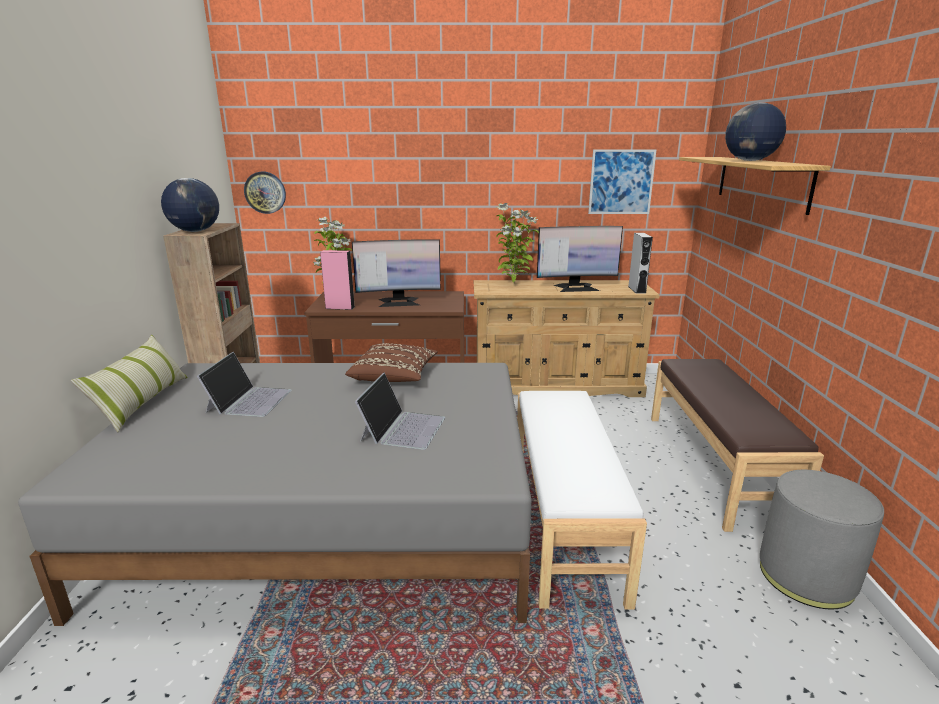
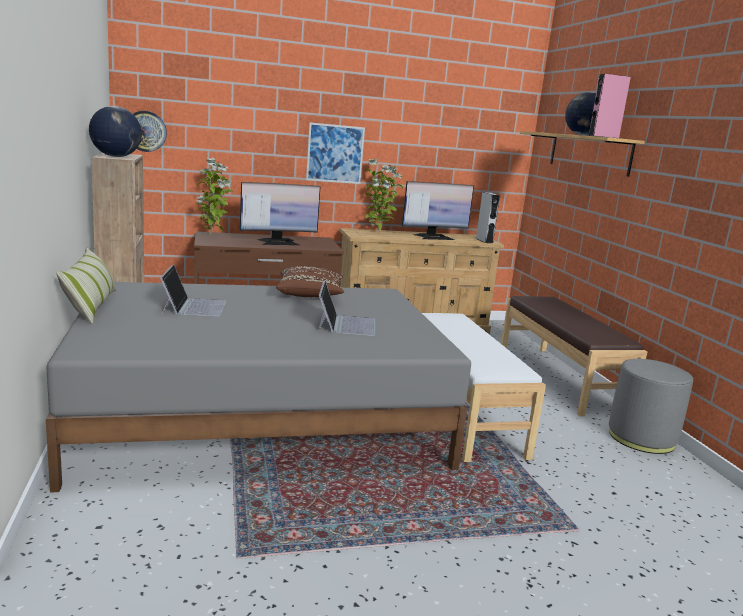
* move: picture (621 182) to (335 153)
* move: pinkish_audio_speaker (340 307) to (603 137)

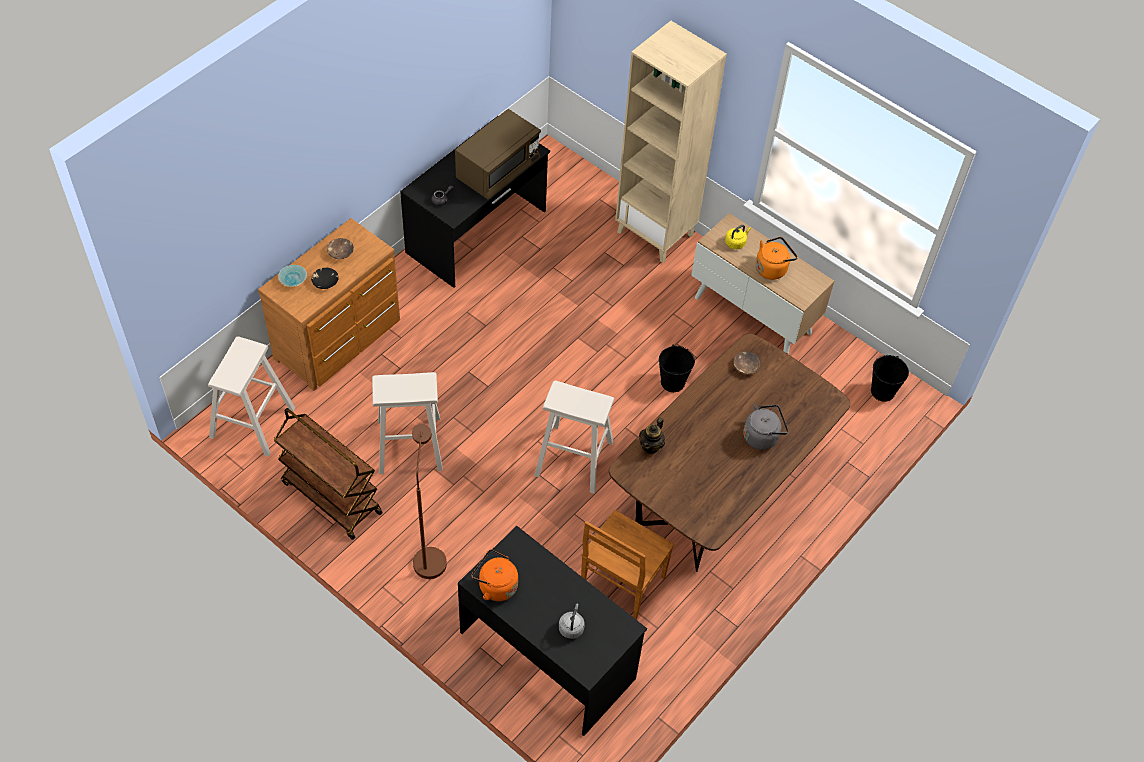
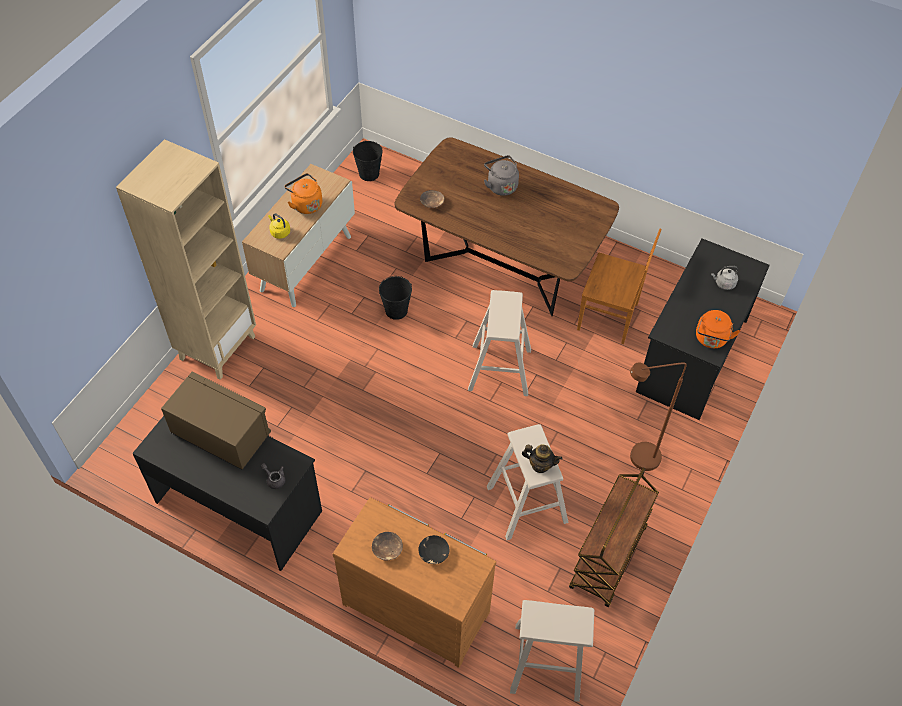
* move: teapot (651 446) to (540 465)
* delete: blue-green_deep_dish (292 280)

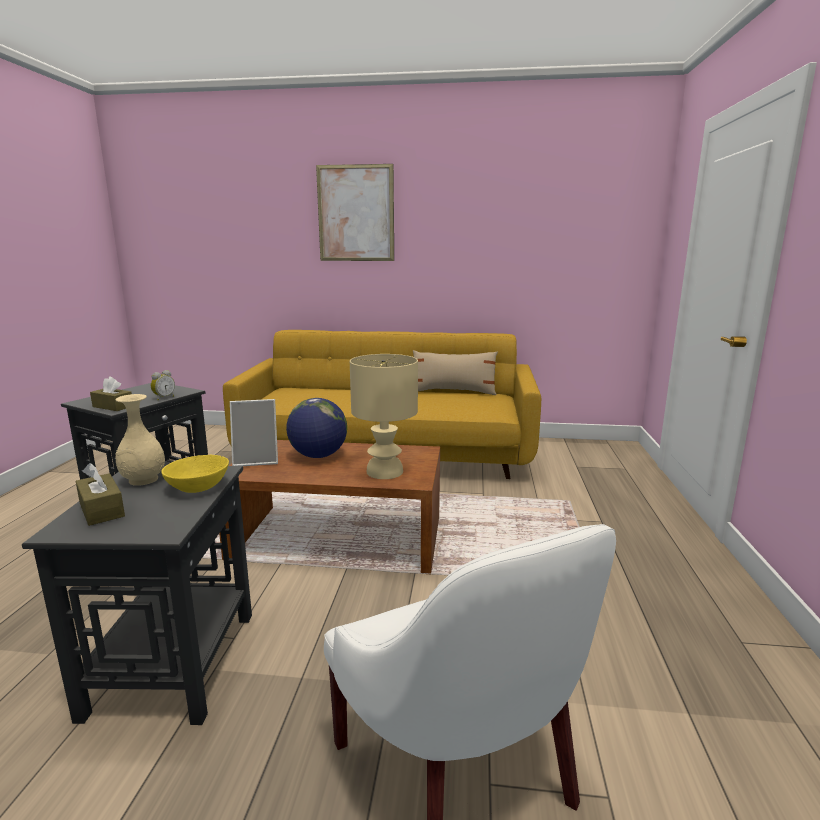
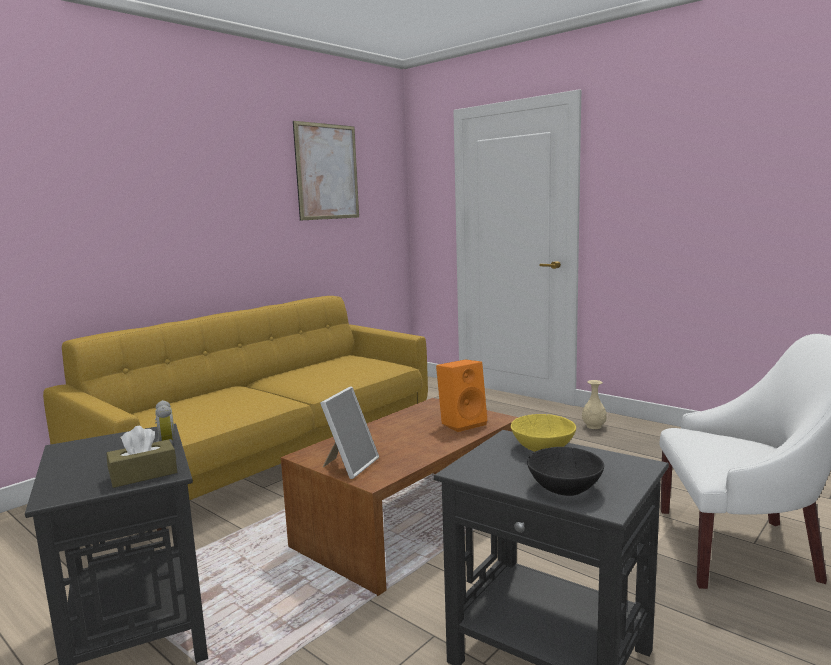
* move: picture (356 213) to (327 172)
* replace: beige_table_lamp (385 472) to orangey_audio_speaker (462 423)
* replace: brownish_tissue_holder (101 510) to blackish_deep_dish (565 487)
* move: beige_flower_vase (143 479) to (593 426)
* delete: globe (318 456)
* delete: beige_cushion (453 392)

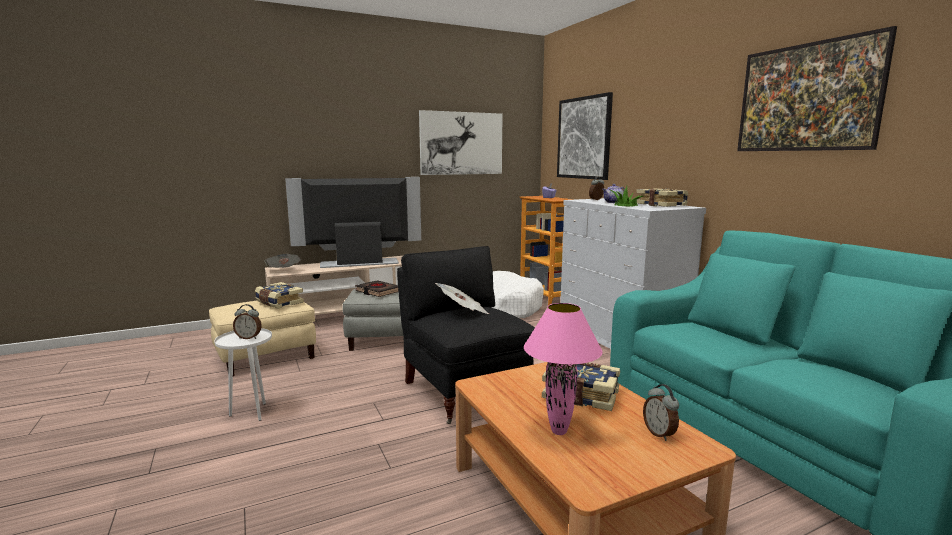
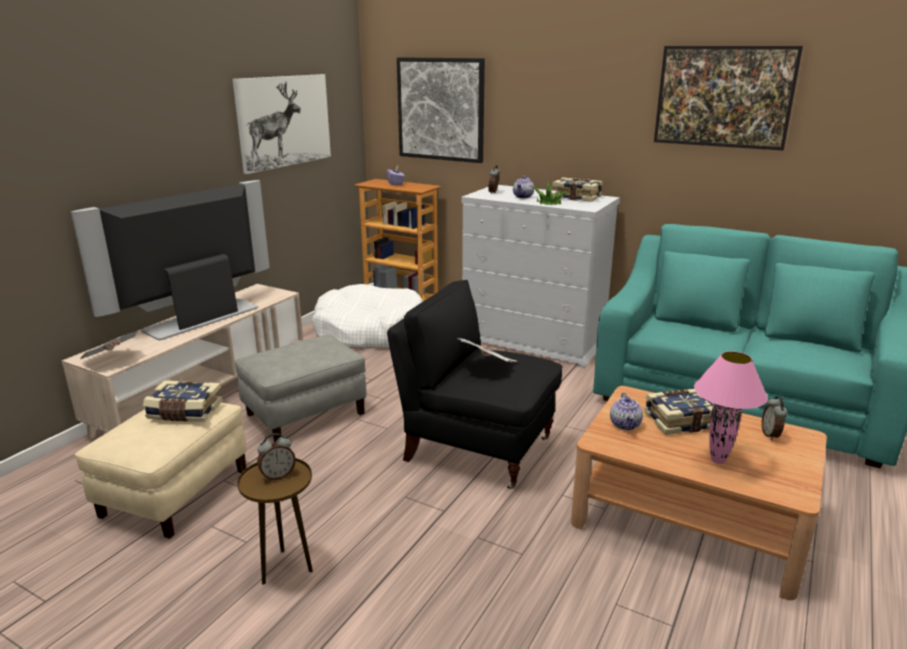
* recolor: whitish_accent_table (251 413) to brownish_accent_table (285 568)
* insert: teapot (625 425)
* rotate: alarm_clock (659 433) = (771 435) 60 degrees clockwise
* delete: blackish_volume (378 291)

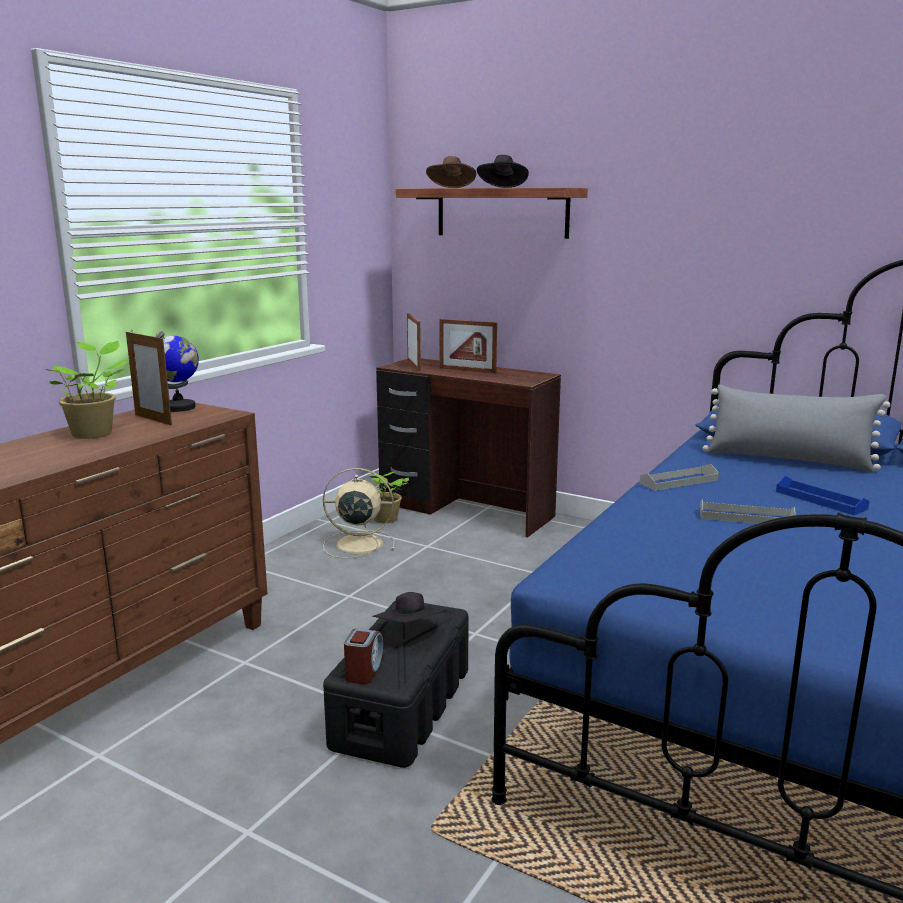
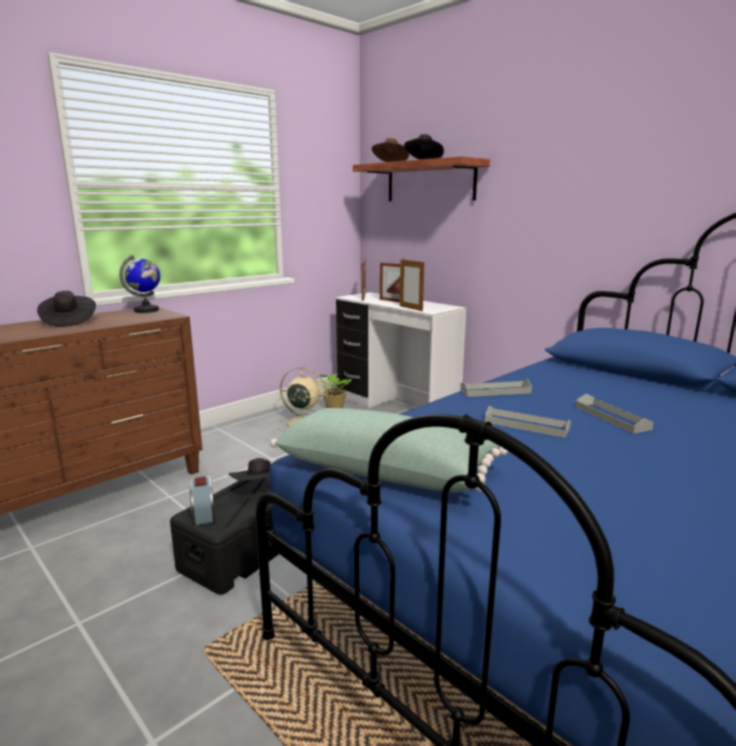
* replace: houseplant (94 433) to blackish_wearable_hat (68 322)
* rotate: alarm_clock (364 670) = (203 513) 135 degrees clockwise
* insert: green_cushion (387 470)
* recolor: brownish_desk_unit (465 511) to whitish_desk_unit (395 408)
* move: photo_frame (153 420) to (411 308)
* recolor: blue-coloured_tray (820 500) to gray_tray (611 417)
* delete: gray_cushion (788 460)

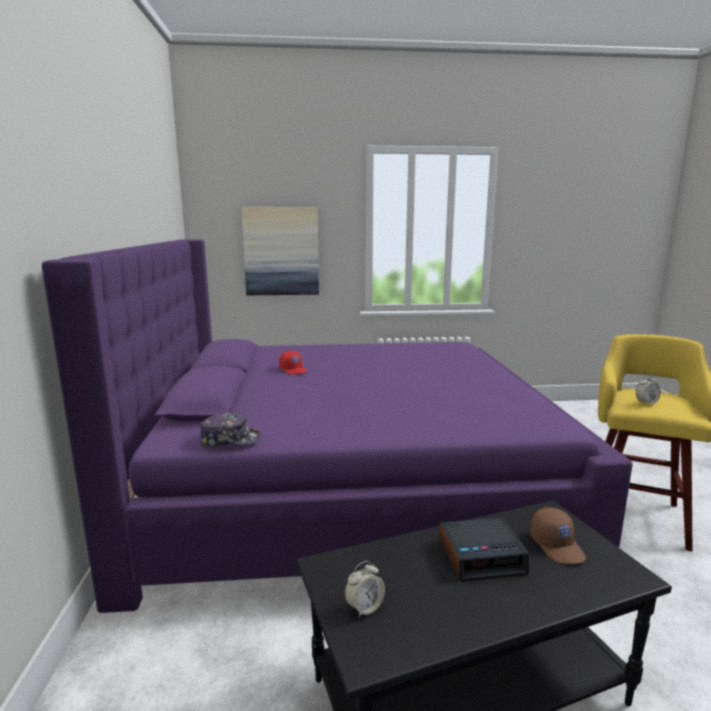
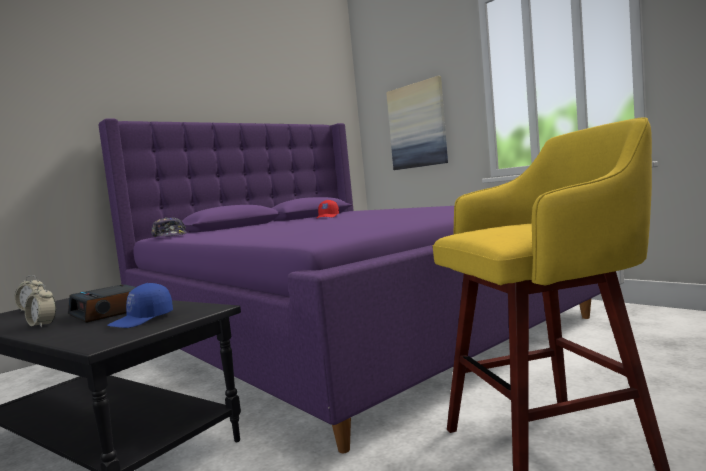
* move: alarm_clock (646 402) to (42 325)
* recolor: brownish_baseball_cap (557 546) to blue-coloured_baseball_cap (142 320)

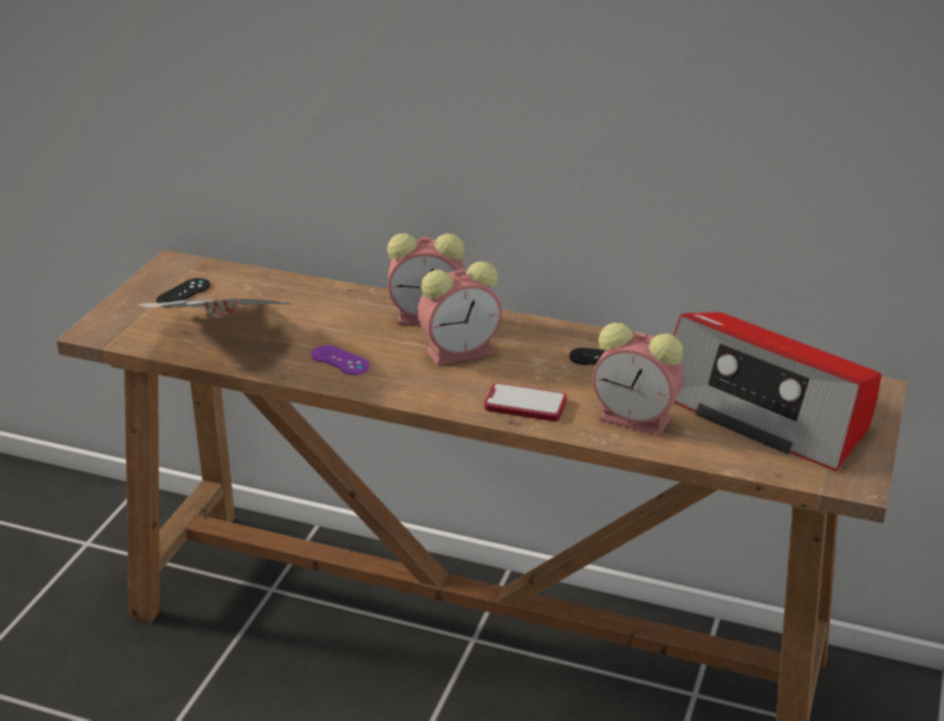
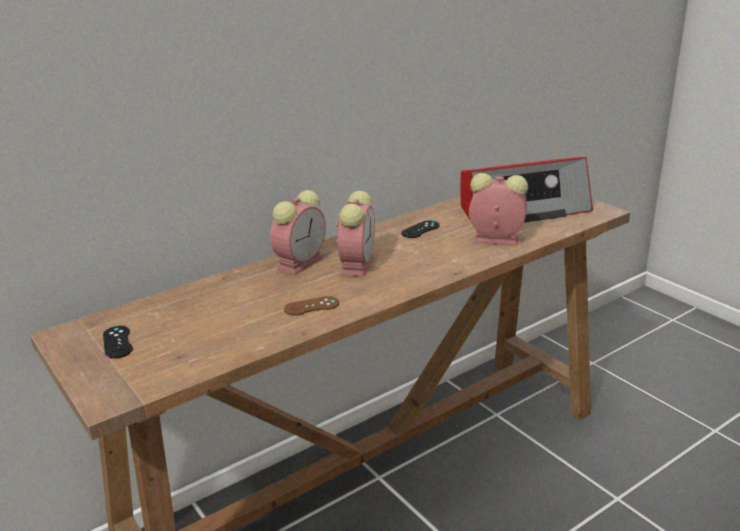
* recolor: purplish_game_controller (340 360) to brownish_game_controller (311 306)
* rotate: alarm_clock (638 419) = (494 239) 135 degrees counterclockwise
* delete: daily_paper (223 338)
* delete: handset (525 405)

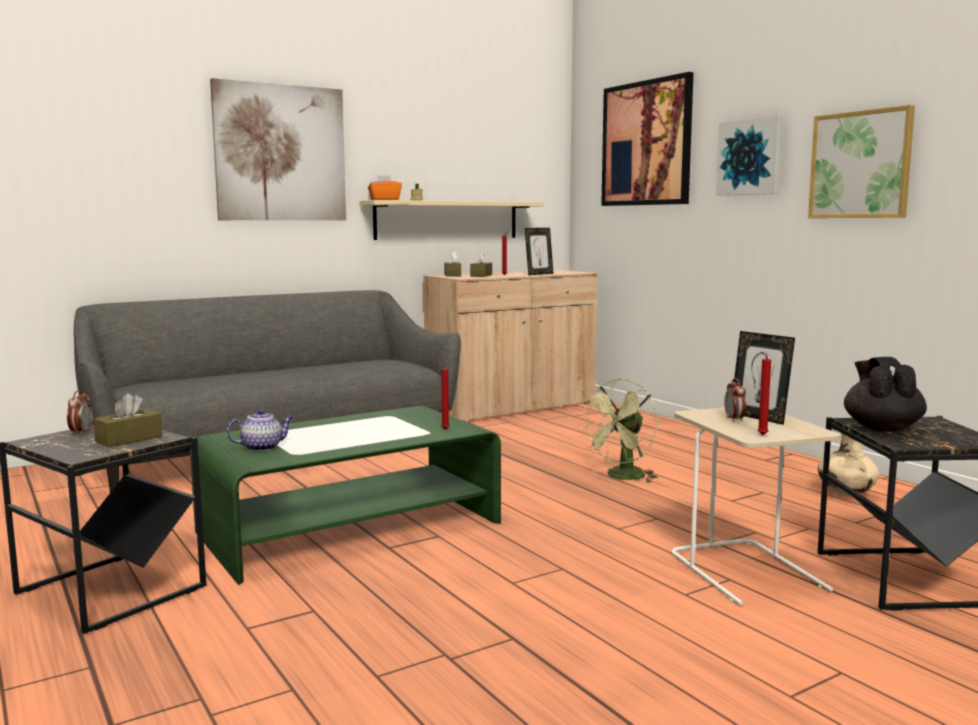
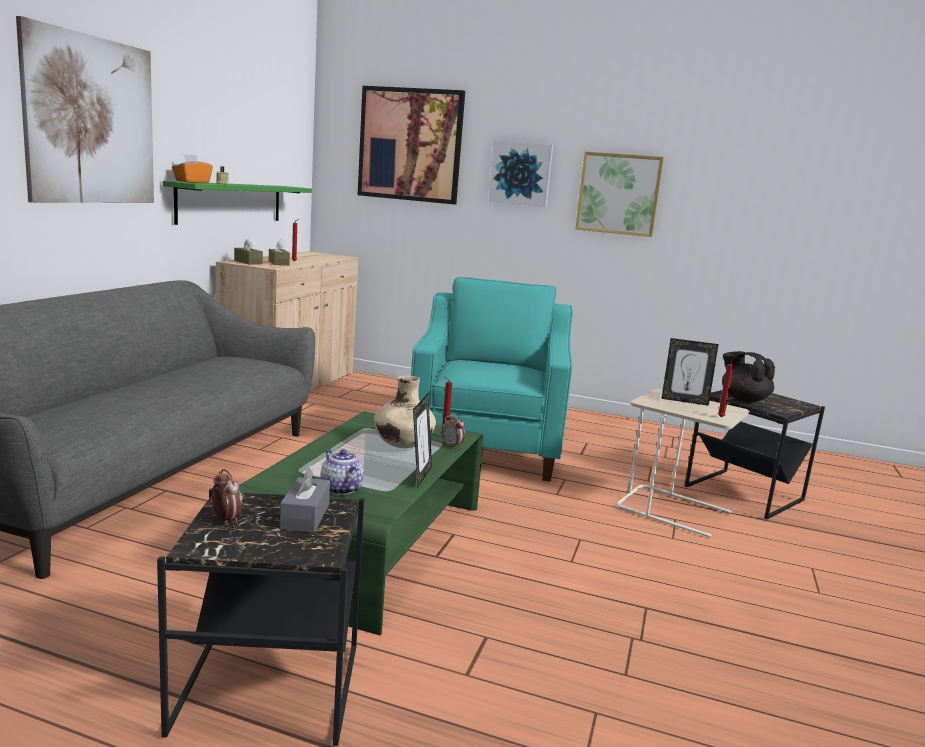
* recolor: beige_wall_shelf (447 220) to green_wall_shelf (231 203)
* recolor: brownish_tissue_holder (129 439) to gray_tissue_holder (305 516)
* rotate: teapot (262 447) = (340 488) 60 degrees counterclockwise
* move: beige_flower_vase (845 494) to (403 446)
* replace: green_electric_fan (622 477) to blue-green_easy_chair (487 447)
* move: photo_frame (539 274) to (420 476)
* move: alarm_clock (734 420) to (452 446)

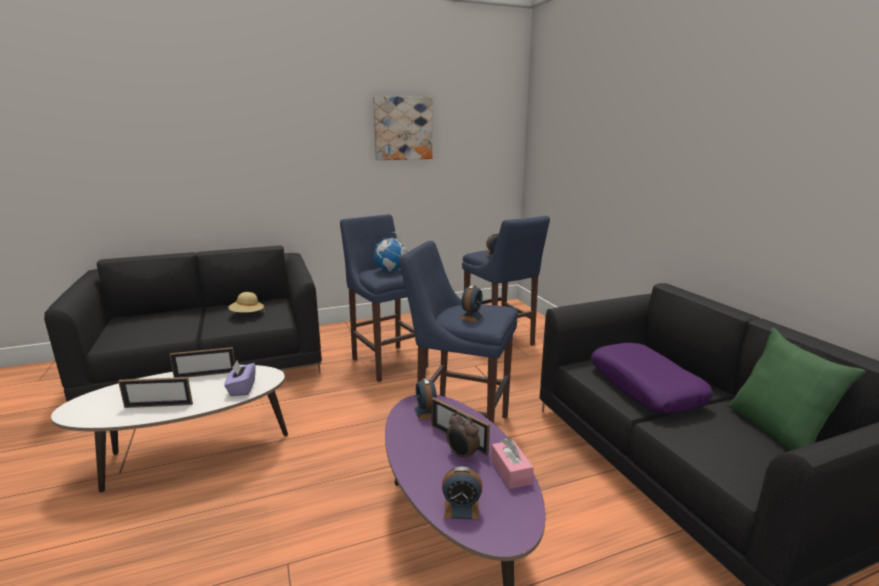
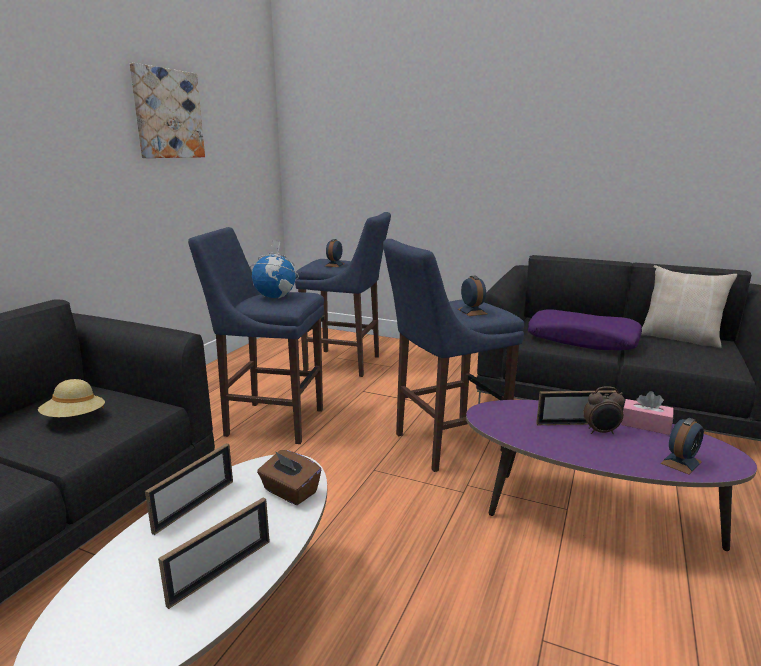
* recolor: purplish_tissue_holder (242 388) to brownish_tissue_holder (290 492)
* recolor: green_cushion (777 431) to beige_cushion (680 338)
* delete: alarm_clock (426 412)

